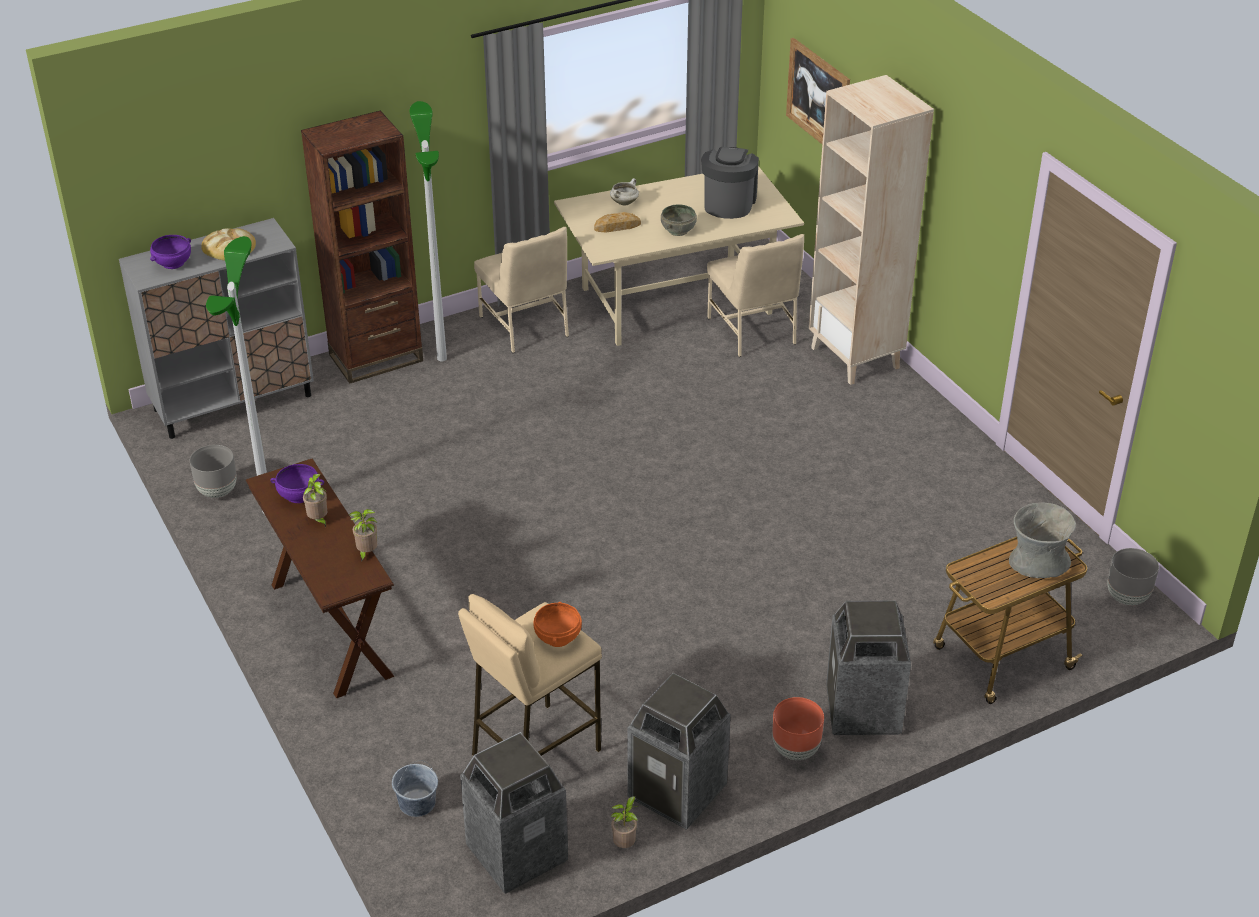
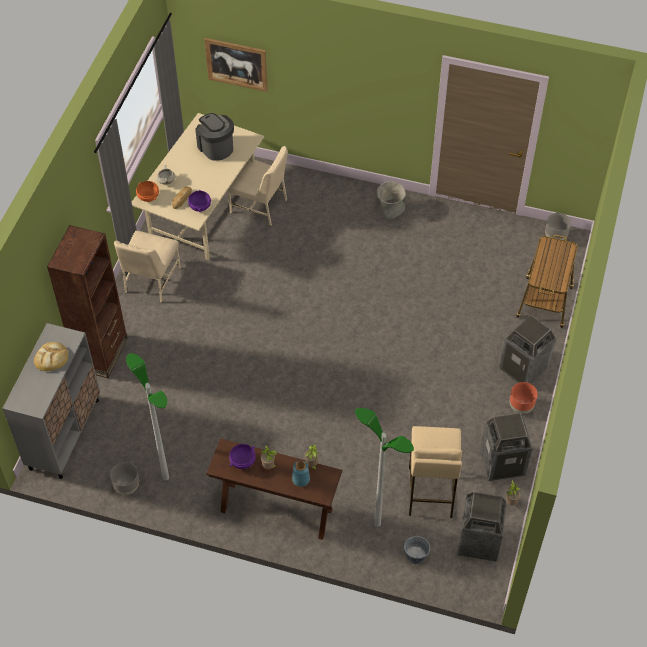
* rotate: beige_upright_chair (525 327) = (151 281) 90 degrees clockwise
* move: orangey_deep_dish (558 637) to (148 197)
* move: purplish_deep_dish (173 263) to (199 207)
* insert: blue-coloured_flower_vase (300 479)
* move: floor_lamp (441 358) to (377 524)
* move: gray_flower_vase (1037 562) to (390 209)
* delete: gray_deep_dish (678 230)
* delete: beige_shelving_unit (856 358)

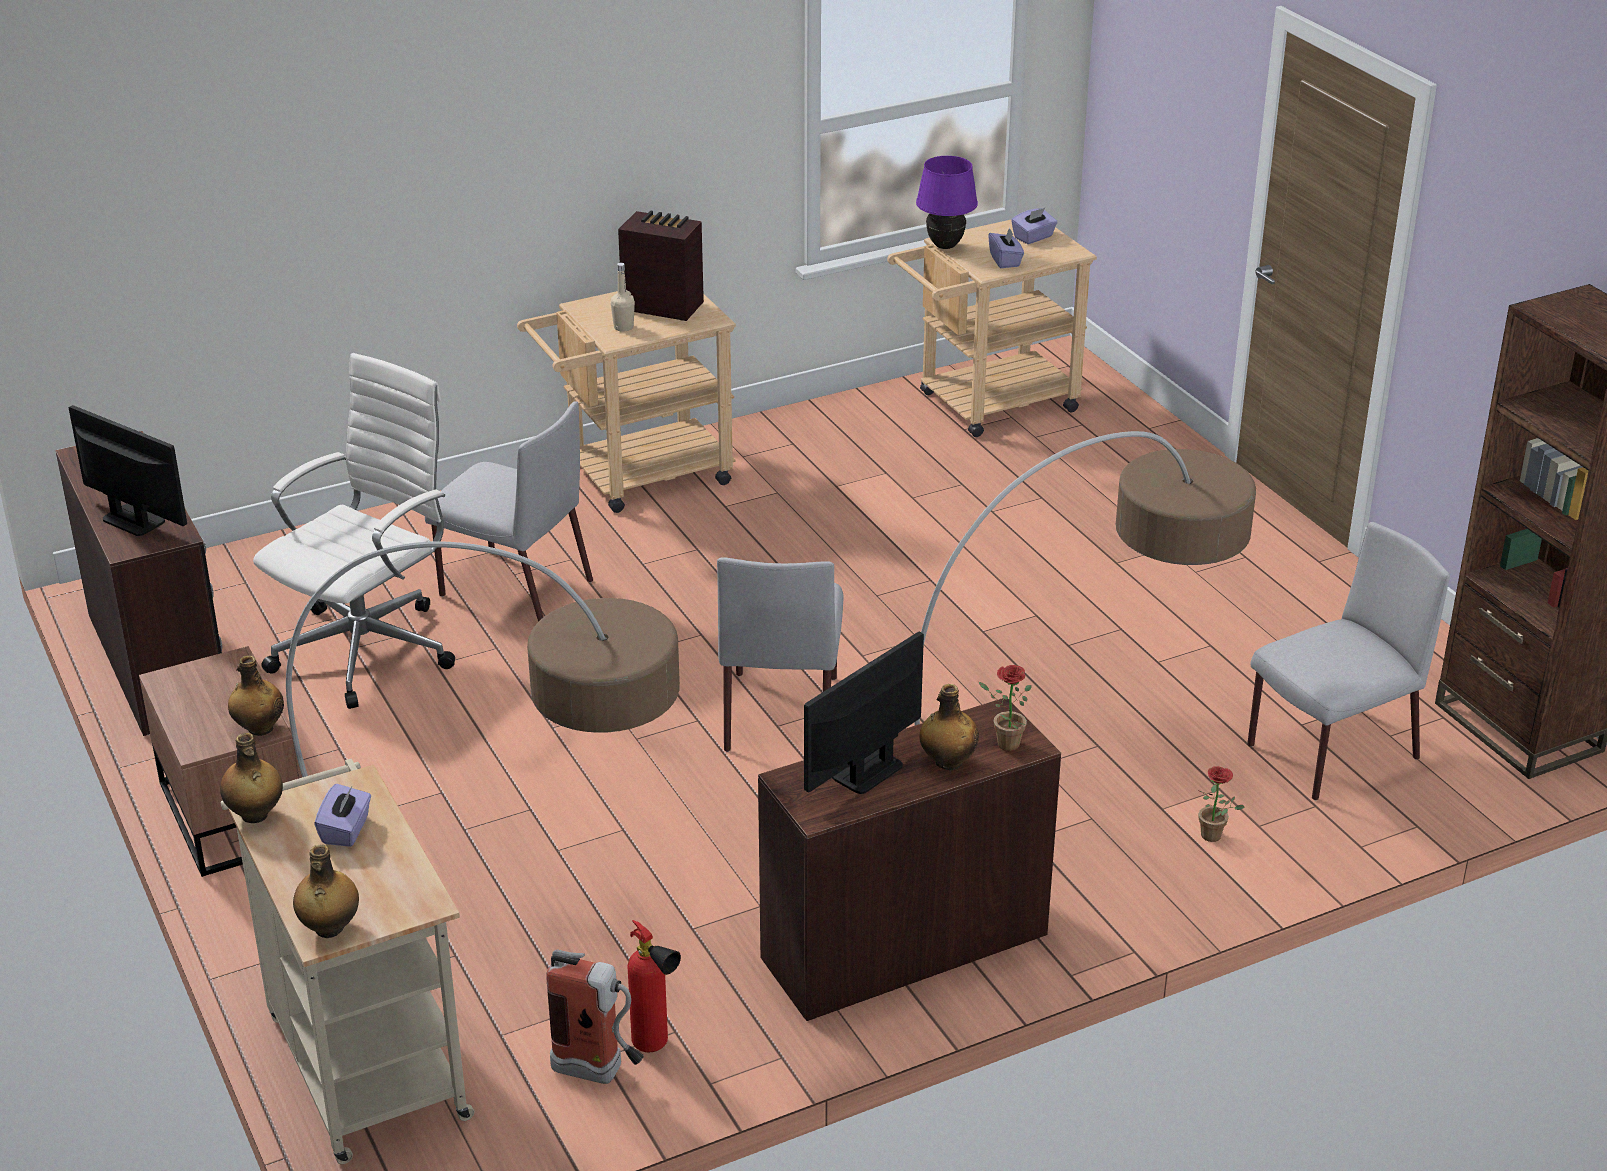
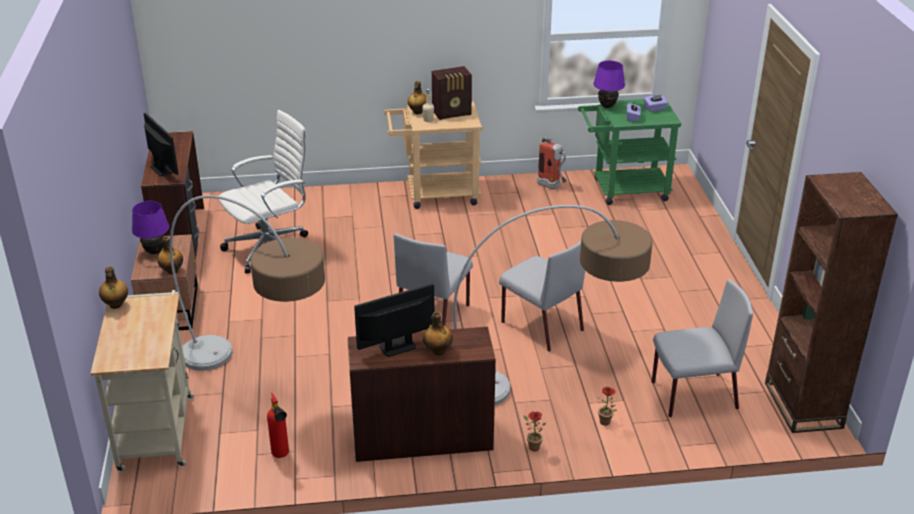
* insert: purplish_table_lamp (154 252)
* move: bottle (329 929) to (418 112)
* rotate: radio_receiver (662 306) = (452 113) 120 degrees clockwise
* move: gray_upright_chair (513 587) to (541 325)
* move: houseplant (1003 743) to (532 446)
* move: fire_extinguisher (599 1072) to (552 186)
* recolor: beige_wheeled_cart (986 405) to green_wheeled_cart (623 190)
* delete: purplish_tissue_holder (346 830)

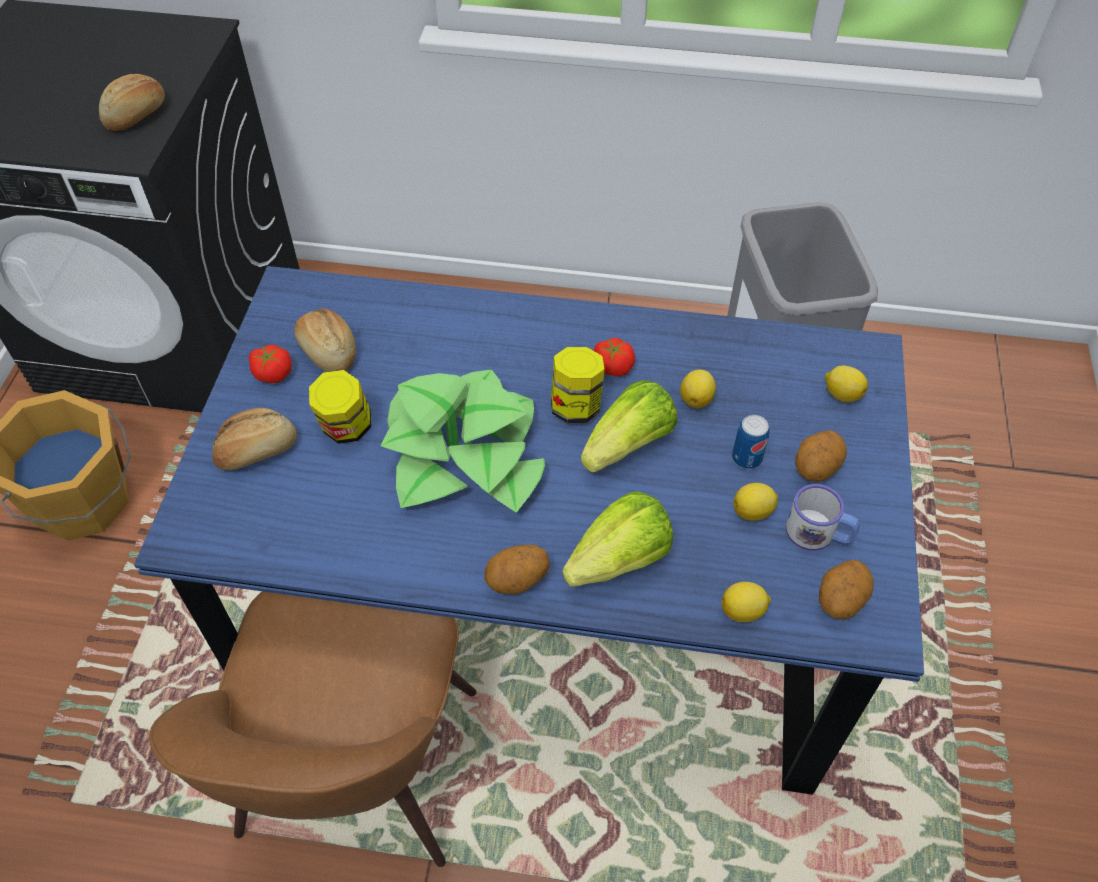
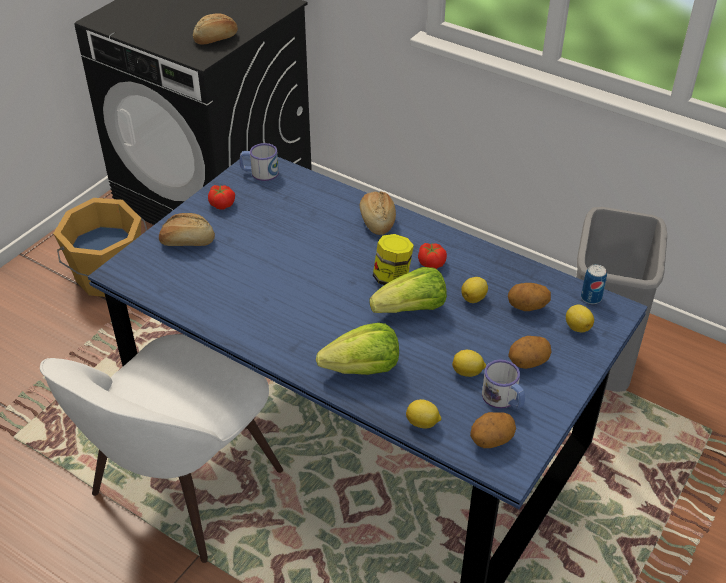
* recolor: brownish_upright_chair (357 772) to whitish_upright_chair (182 488)
* insert: coffee_mug (259 172)
* move: bakery_bread (328 351) to (377 220)
* move: whole_potato (517 581) to (527 307)
* move: metal_can (746 458) to (591 298)
* delete: preserve_jar (346 428)
* delete: houseplant (464 454)

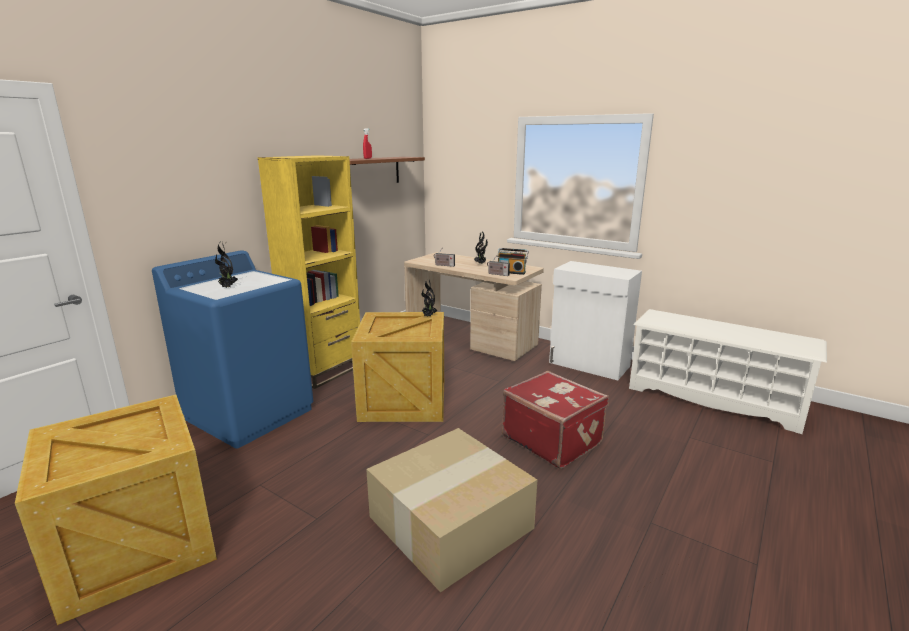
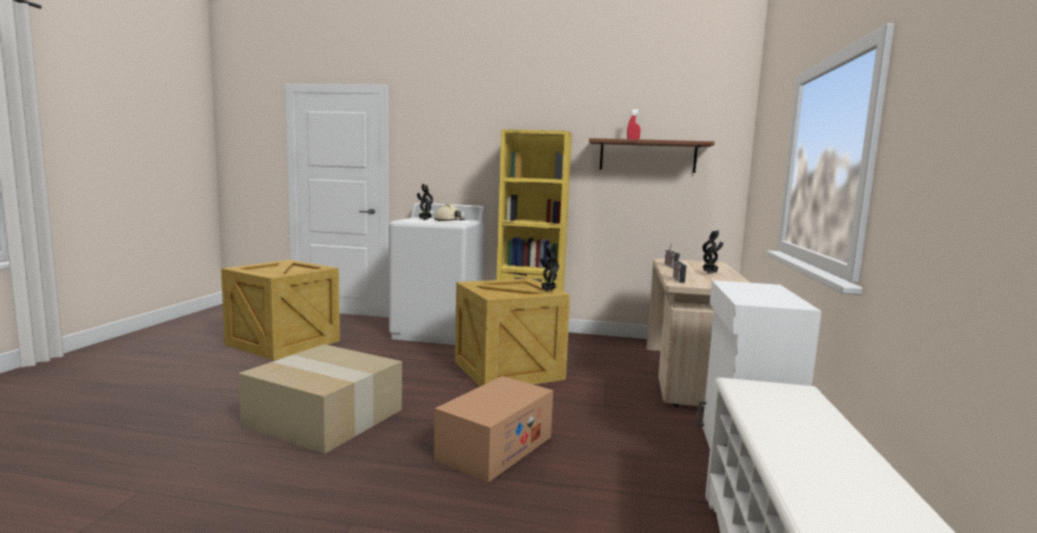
* recolor: blue-coloured_laundry_appliance (250 414) to whitish_laundry_appliance (438 332)
* insert: beige_hard_hat (449 222)
* replace: red_travel_case (552 439) to carton (495 448)
* delete: radio_receiver (511 272)

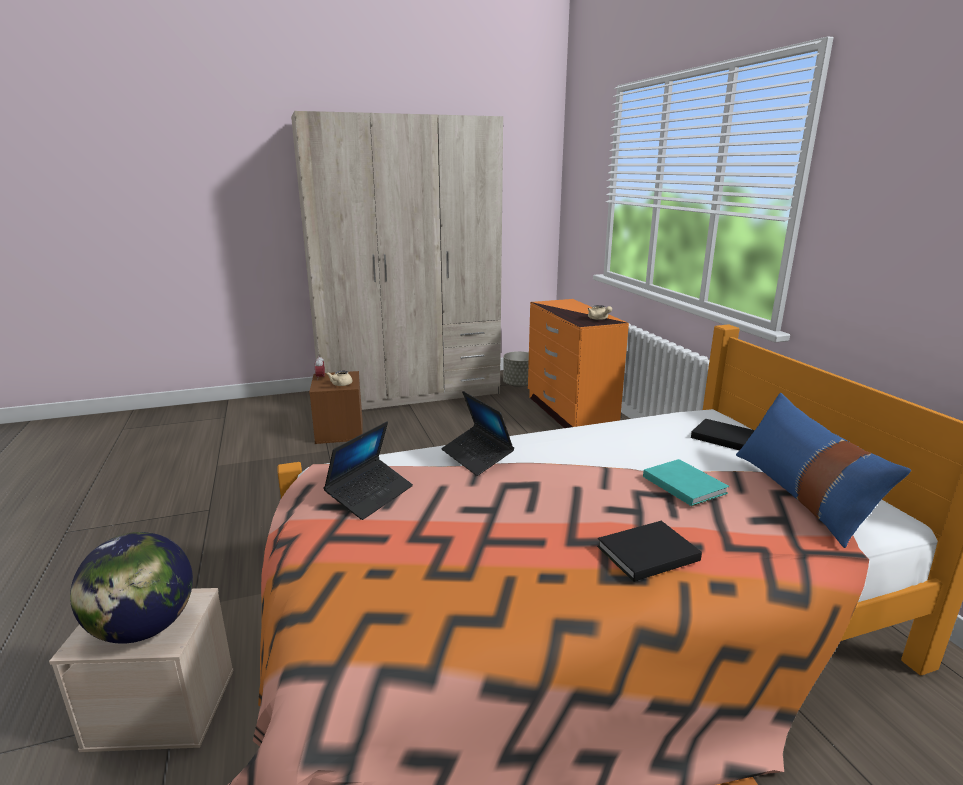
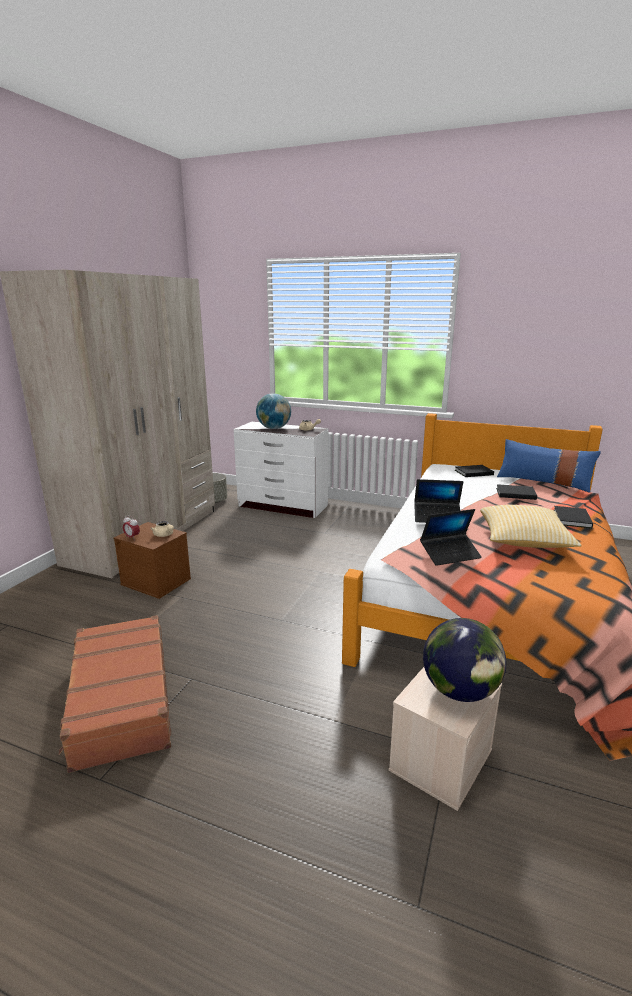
* insert: brownish_travel_case (120 700)
* recolor: orangey_chest_of_drawers (569 413) to whitish_chest_of_drawers (283 506)
* insert: globe (274 428)
* rotate: portable_computer (370 495) = (450 554) 90 degrees clockwise
* insert: cushion (523 541)
* recolor: blue-green_volume (683 484) to blackish_volume (514 493)

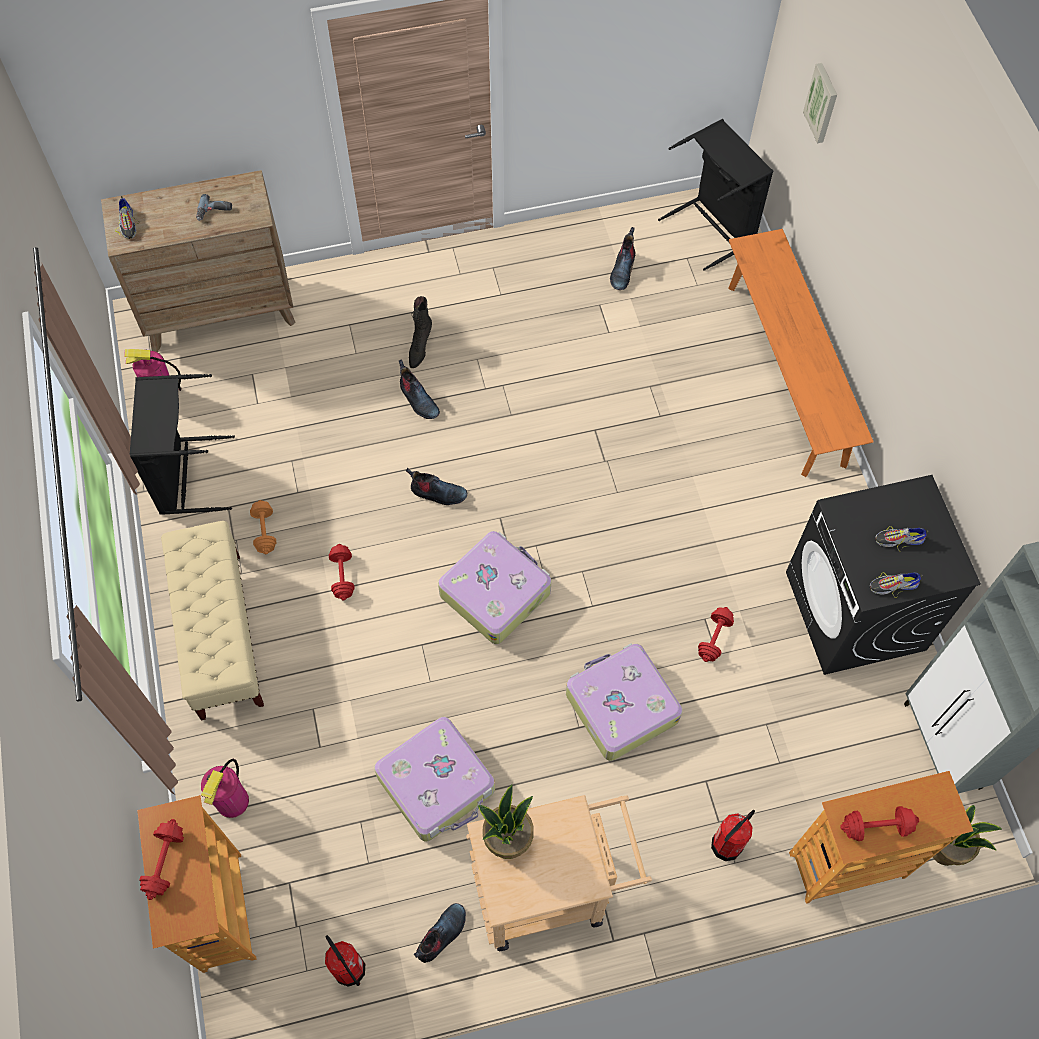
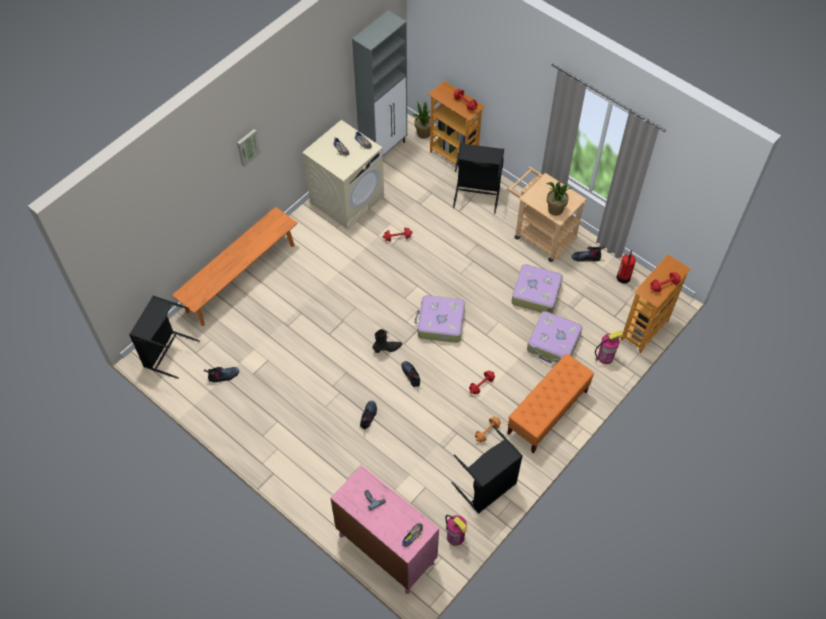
* move: picture (822 103) to (247 147)
* recolor: blackish_laundry_appliance (855 611) to beige_laundry_appliance (347 199)
* recolor: brownish_chest_of_drawers (220 312) to pinkish_chest_of_drawers (386 549)
* move: blackish_high-top_boot (419 348) to (387 349)
* replace: fire_extinguisher (727 845) to blackish_laundry_basket (477 193)
* recolor: beige_long_seat (220 635) to orangey_long_seat (547 413)
* move: travel_case (620 706) to (553 343)

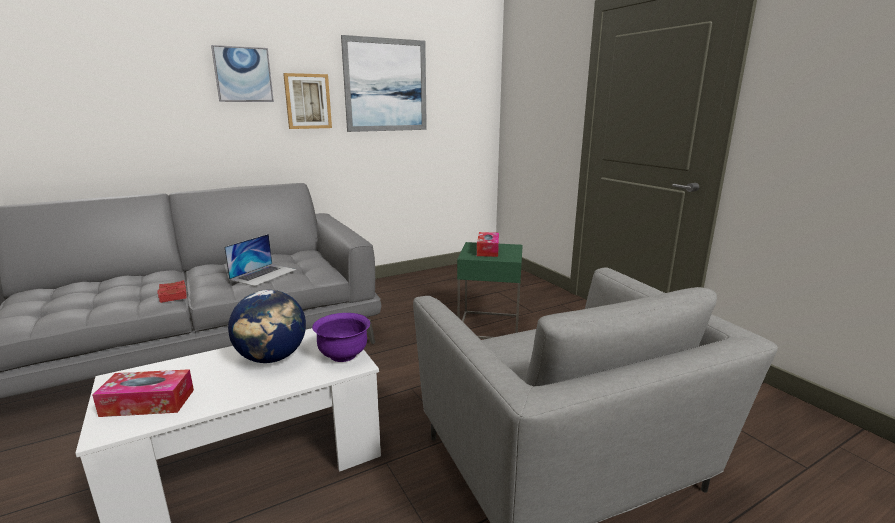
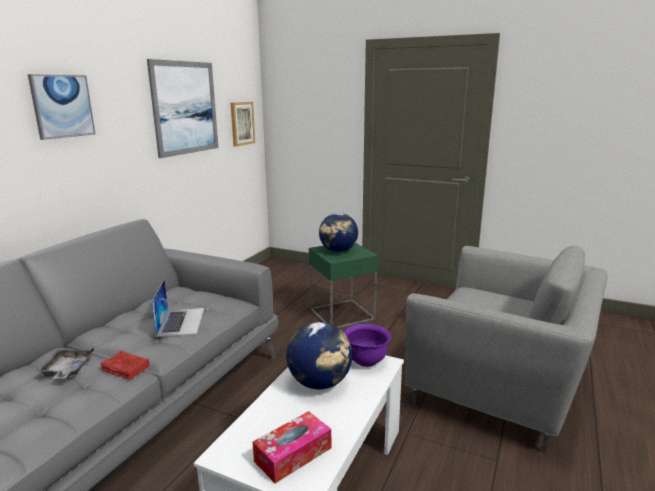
* insert: gray_tray (67 370)
* move: picture (308 101) to (242 123)
* replace: tissue_holder (488 250) to globe (338 251)

